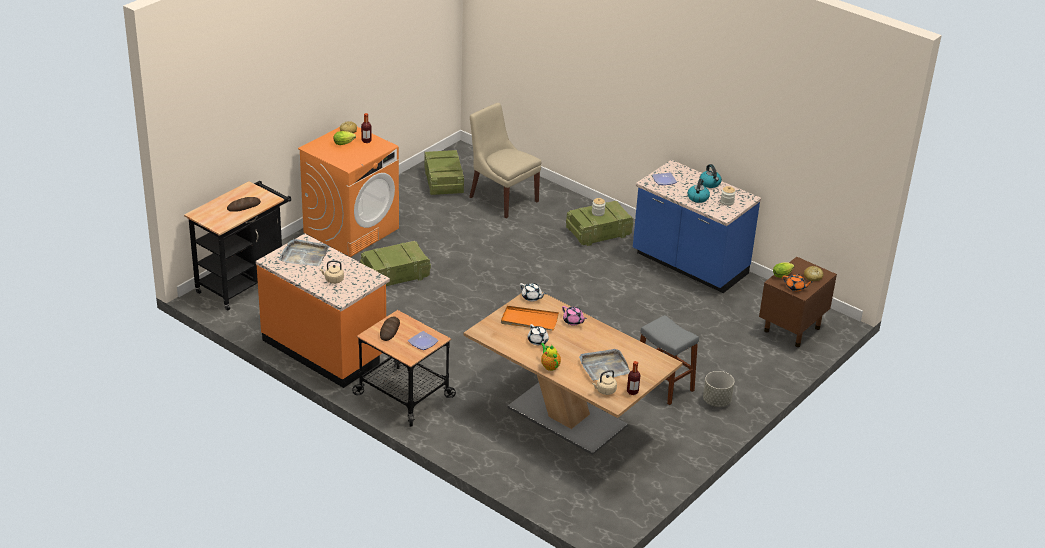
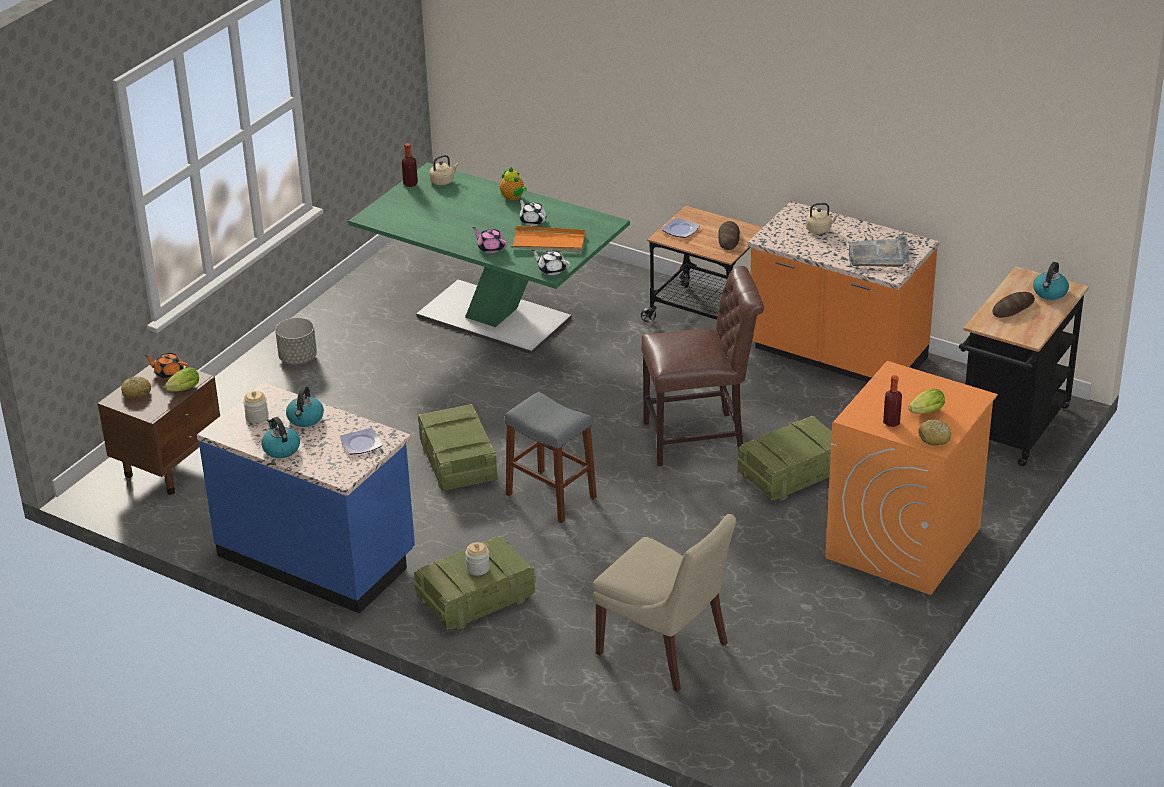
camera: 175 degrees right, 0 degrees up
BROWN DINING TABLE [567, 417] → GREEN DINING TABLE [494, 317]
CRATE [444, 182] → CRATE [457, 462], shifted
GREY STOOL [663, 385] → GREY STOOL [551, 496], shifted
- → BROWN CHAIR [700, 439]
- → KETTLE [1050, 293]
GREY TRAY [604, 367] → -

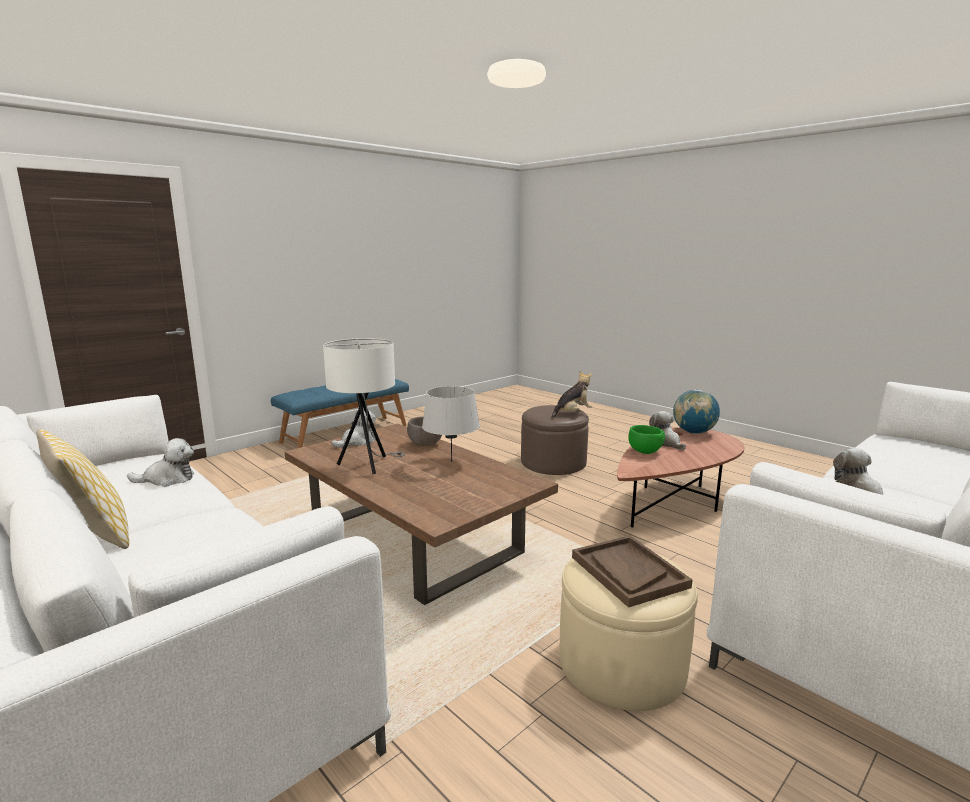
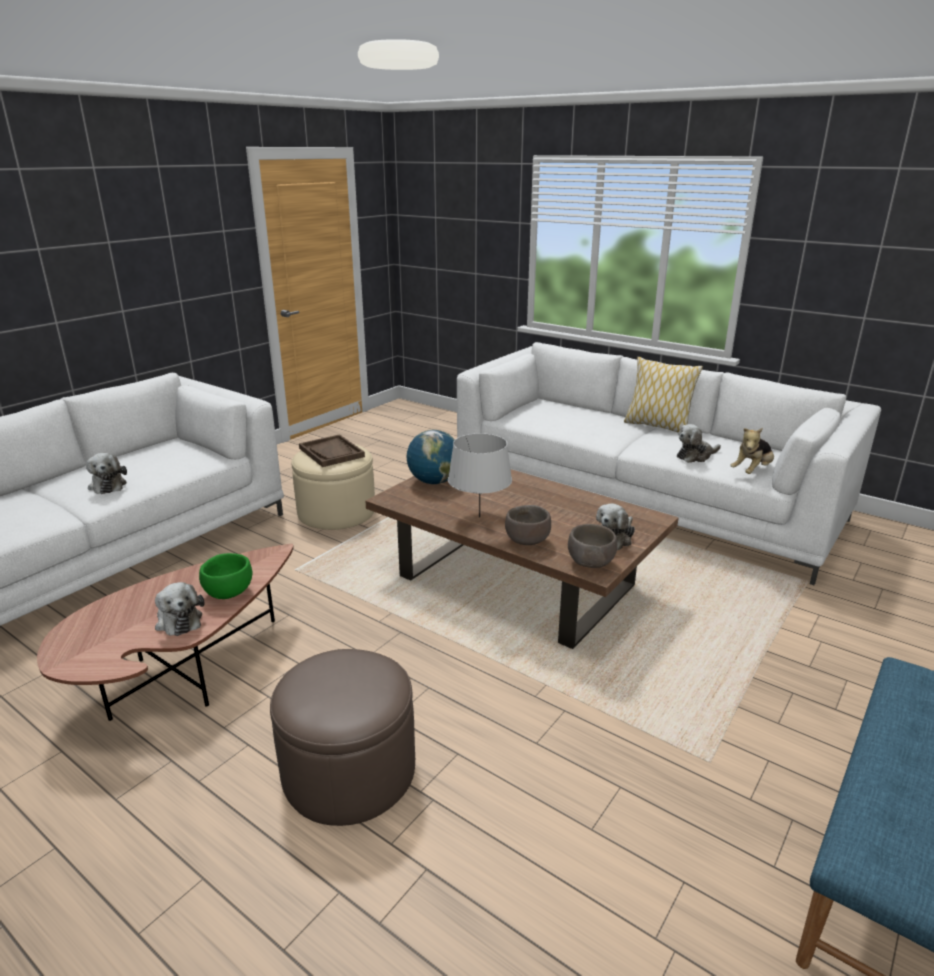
camera: 170 degrees right, 10 degrees up
GLOBE [694, 432] → GLOBE [434, 482], shifted
- → BROWN BOWL [590, 563]
PLUSH TOY [572, 413] → PLUSH TOY [752, 471], shifted
WHITE TABLE LAMP [368, 465] → -

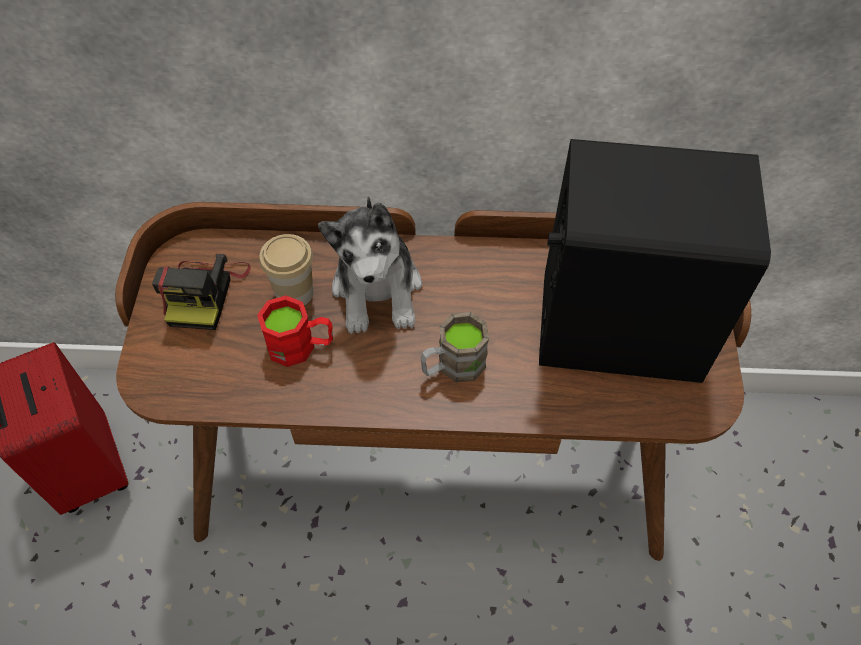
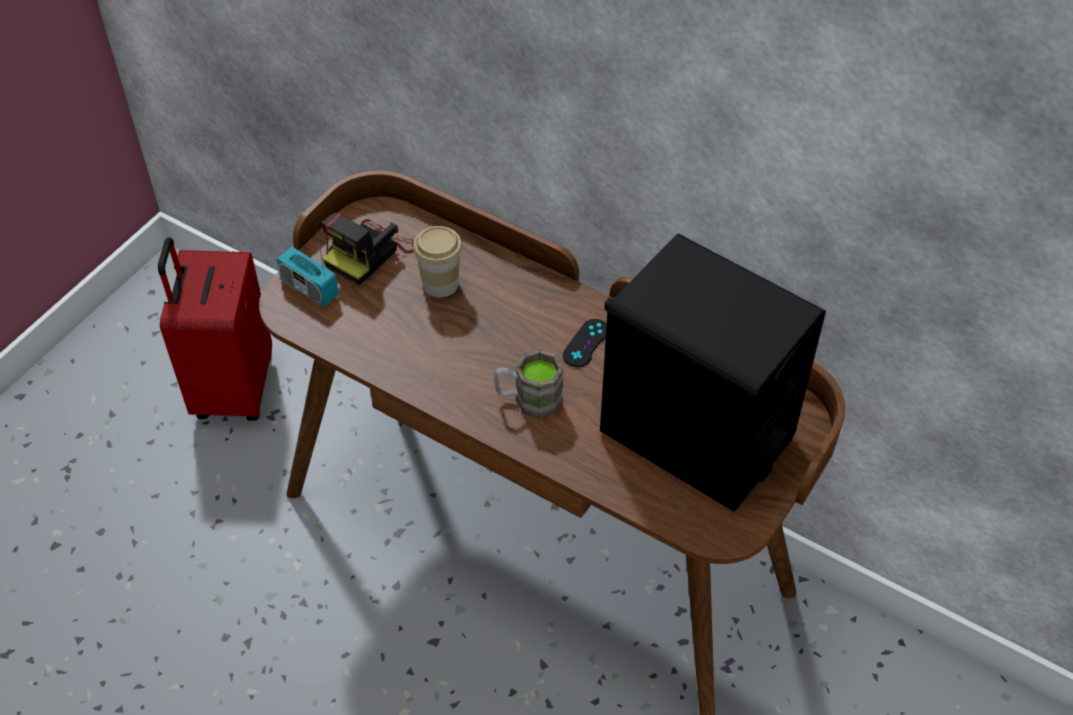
camera: 30 degrees right, 5 degrees down
- → RADIO [309, 288]
- → BLACK GAME CONTROLLER [586, 343]
RED MUG [301, 346] → -
PLUSH TOY [378, 289] → -

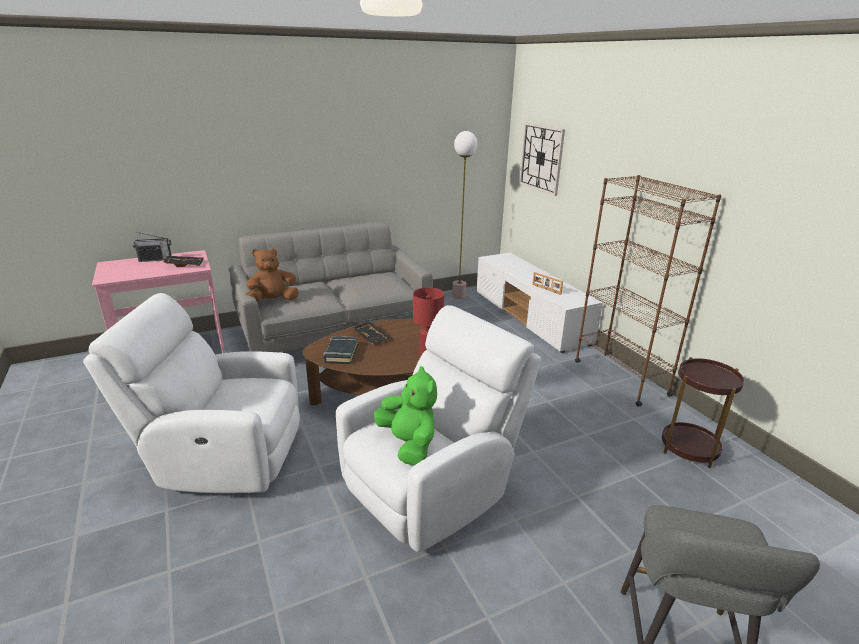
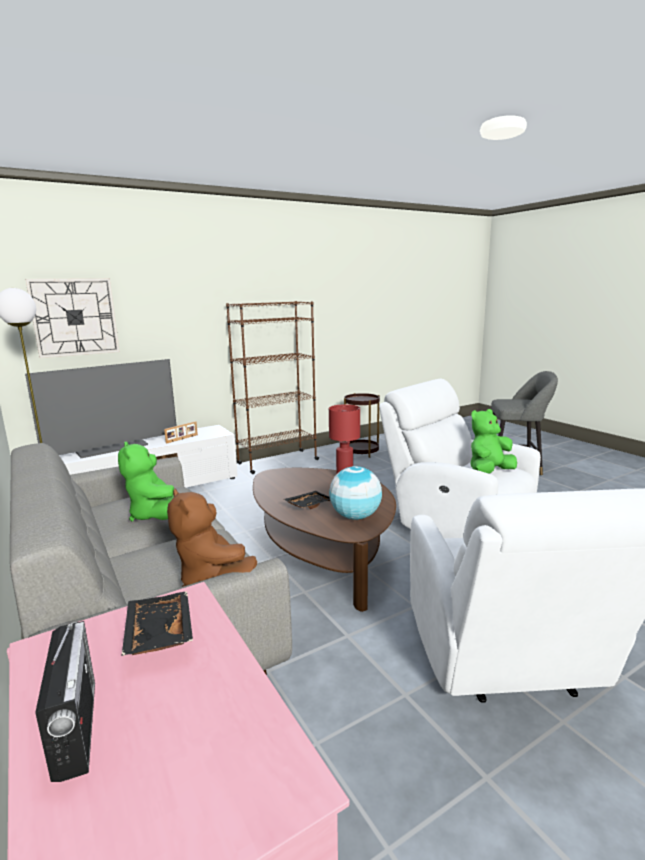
camera: 95 degrees left, 10 degrees down
- → TELEVISION [112, 447]
- → GREEN PLUSH TOY [155, 515]
BLACK BOOK [341, 353] → GLOBE [355, 516]

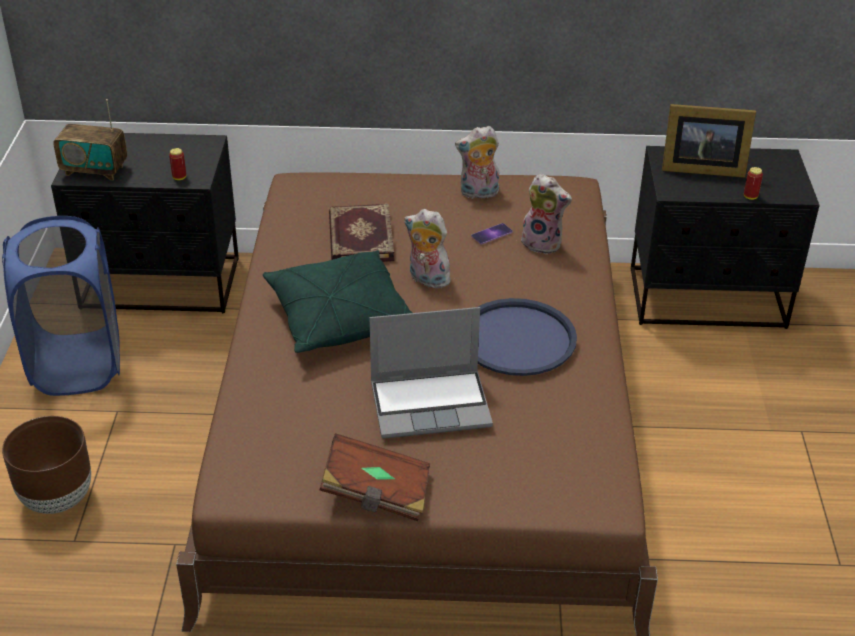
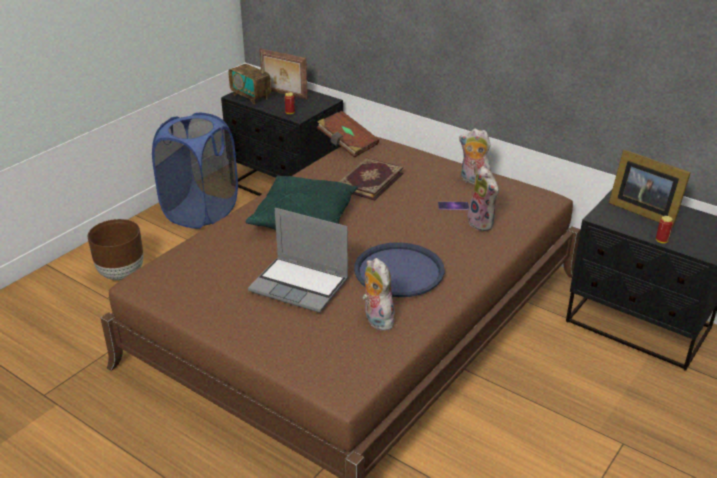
camera: 35 degrees right, 5 degrees down
- → PICTURE FRAME [284, 94]
BROWN BOOK [376, 494] → BROWN BOOK [347, 144], shifted
PLUSH TOY [426, 280] → PLUSH TOY [376, 319], shifted

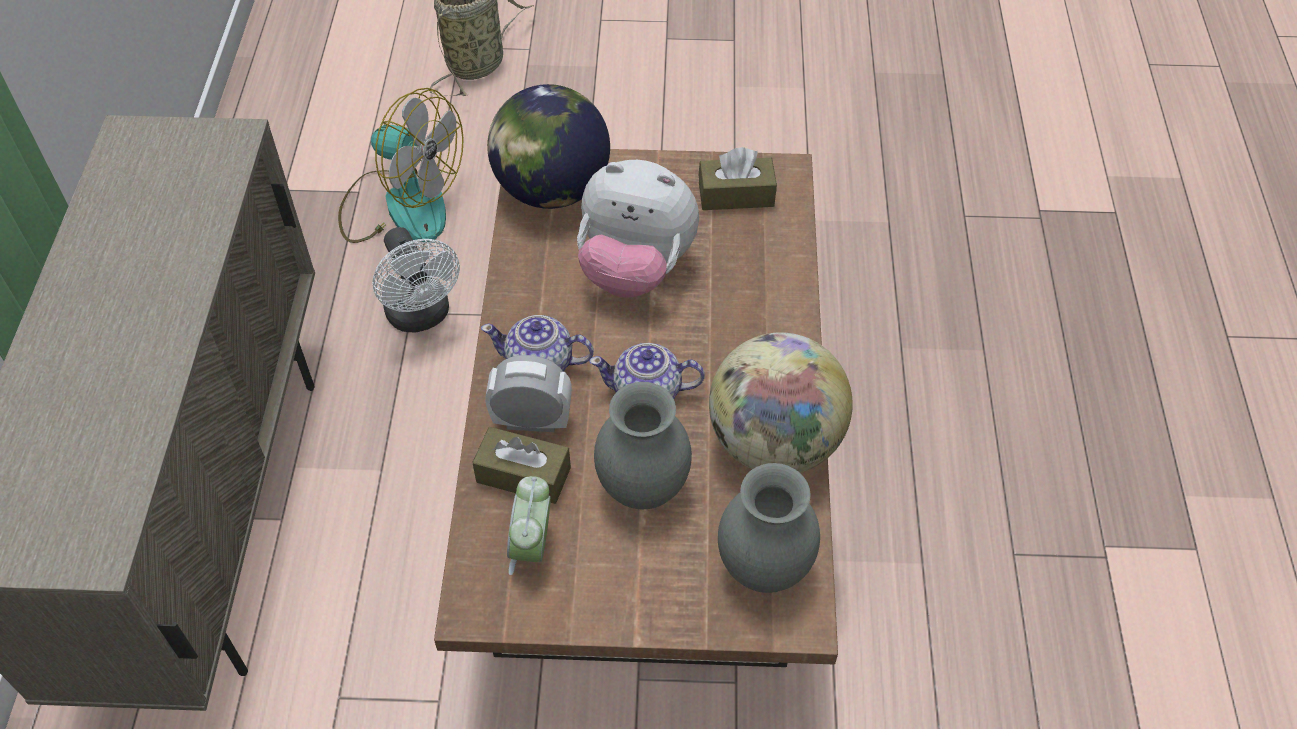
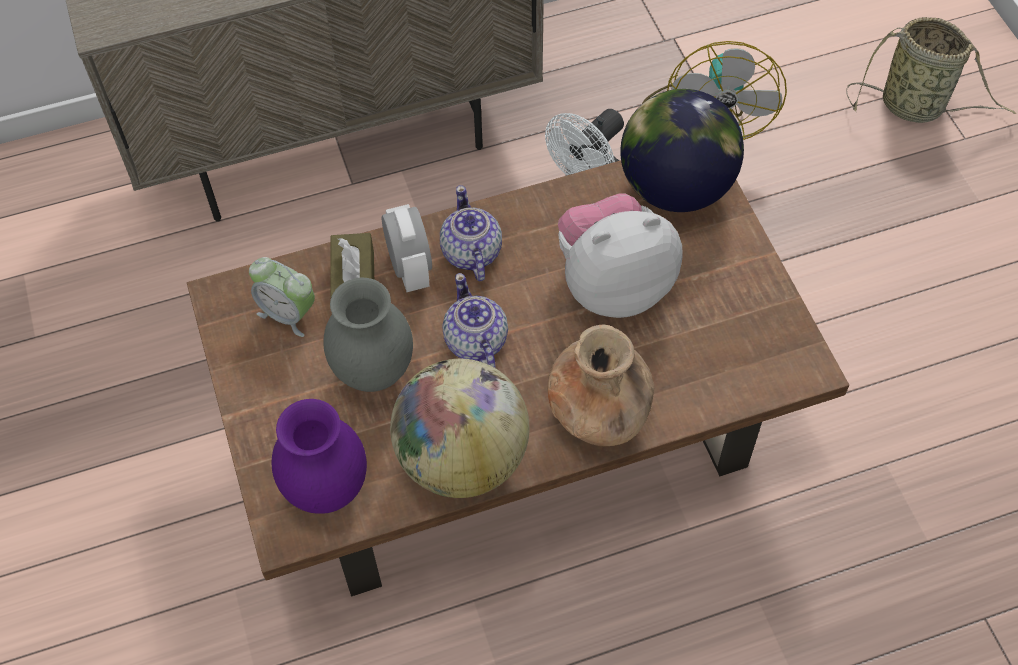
camera: 70 degrees right, 5 degrees up
ALARM CLOCK [532, 547] → ALARM CLOCK [288, 314], 135 degrees counterclockwise
GREY VASE [764, 566] → PURPLE VASE [328, 489]
- → BROWN VASE [599, 414]
PLUSH TOY [635, 269] → PLUSH TOY [613, 284], 75 degrees clockwise
BROWN TISSUE BOX [736, 195] → -

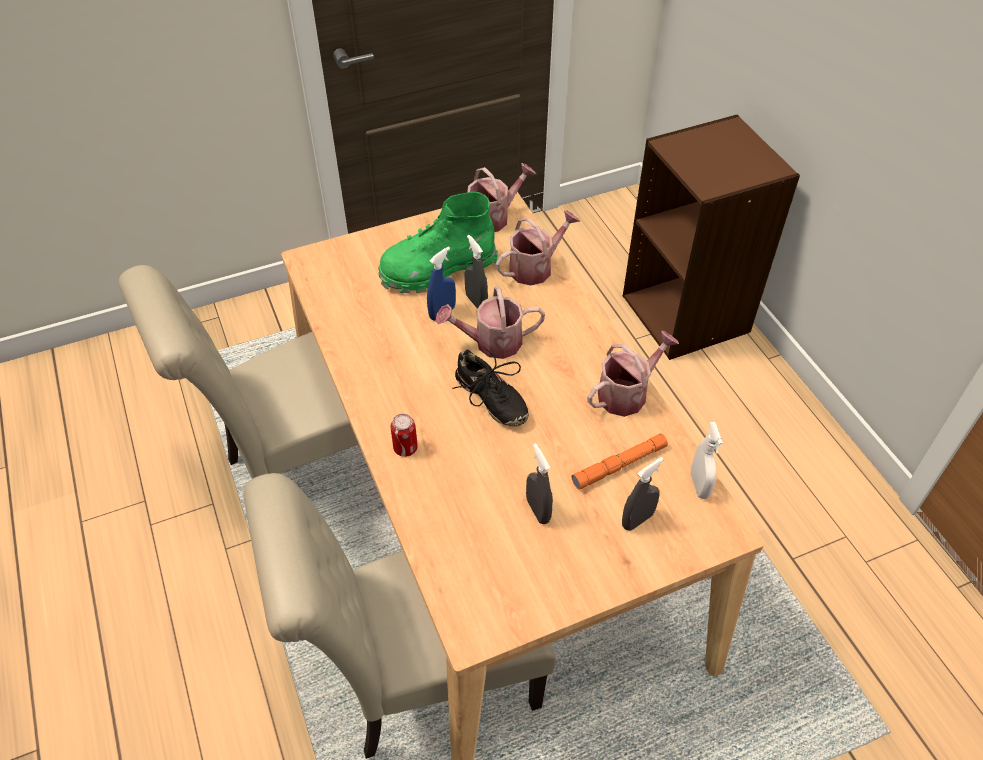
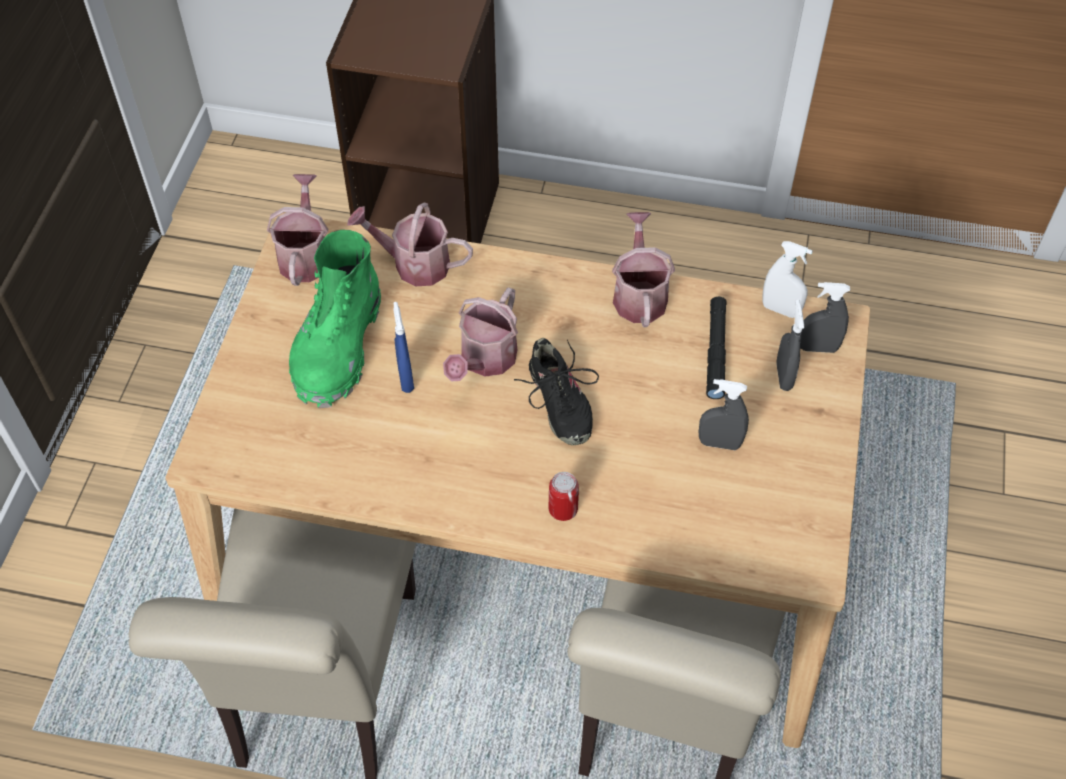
camera: 55 degrees left, 5 degrees up
WATERING CAN [535, 267] → WATERING CAN [414, 264], 75 degrees counterclockwise
BLACK SHOE [491, 399] → BLACK SHOE [558, 404], 75 degrees clockwise
ORANGE FLASHLIGHT [619, 465] → BLACK FLASHLIGHT [716, 352]
GREY SPRAY BOTTLE [476, 302] → GREY SPRAY BOTTLE [818, 348], shifted

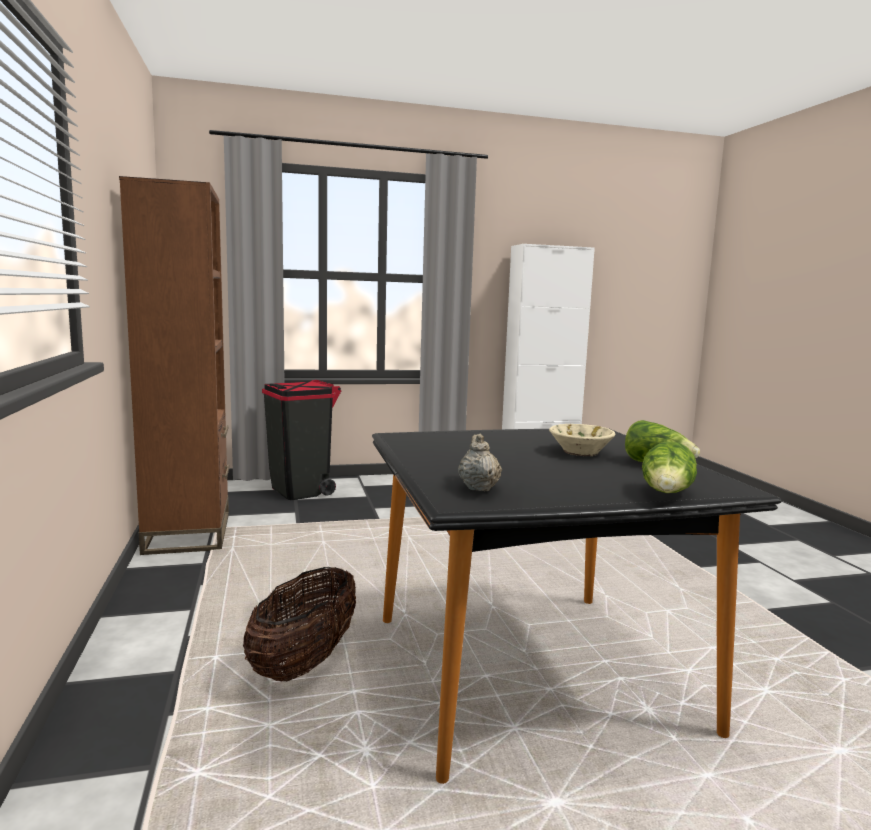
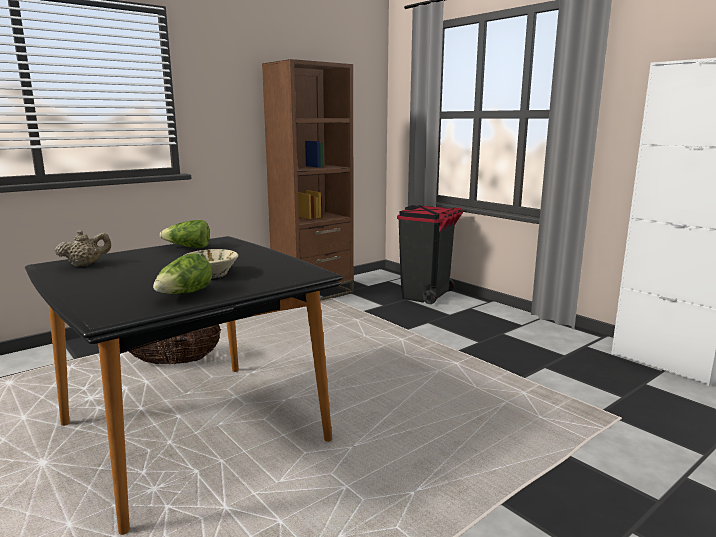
camera: 65 degrees right, 5 degrees up
LETTUCE [667, 494] → LETTUCE [188, 247], shifted

